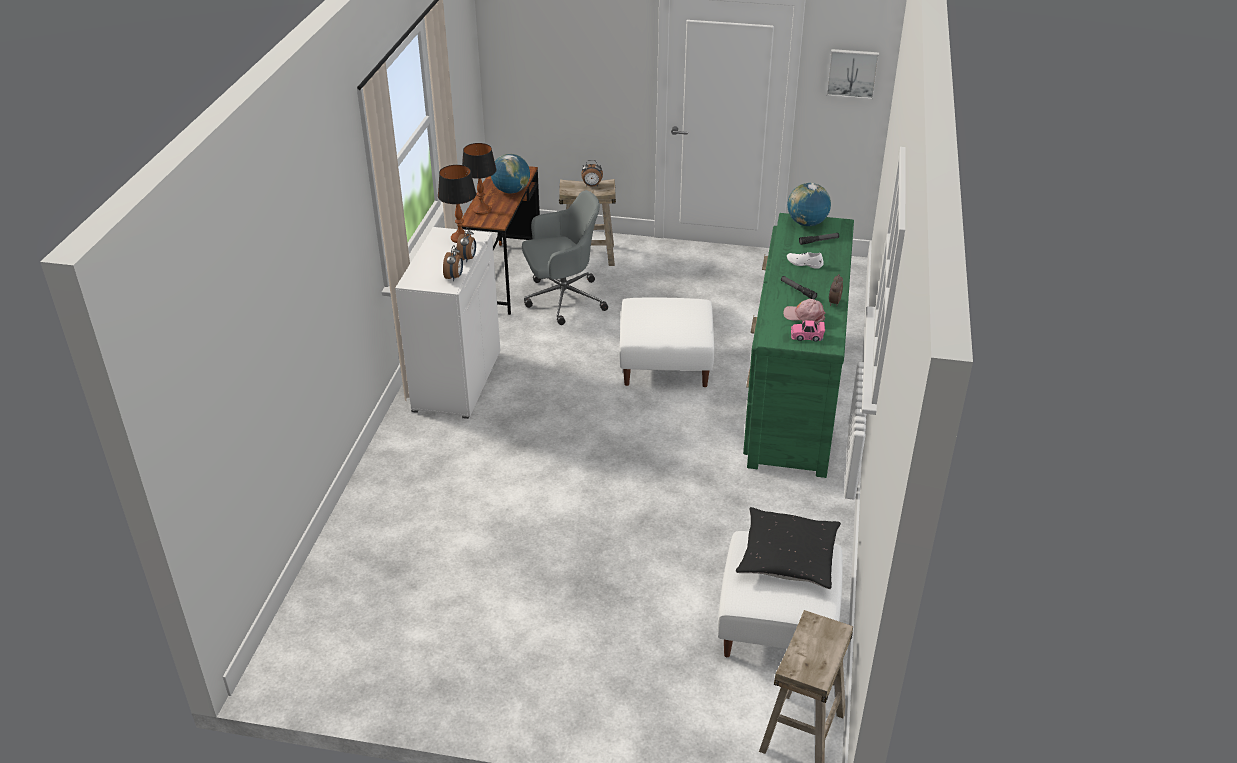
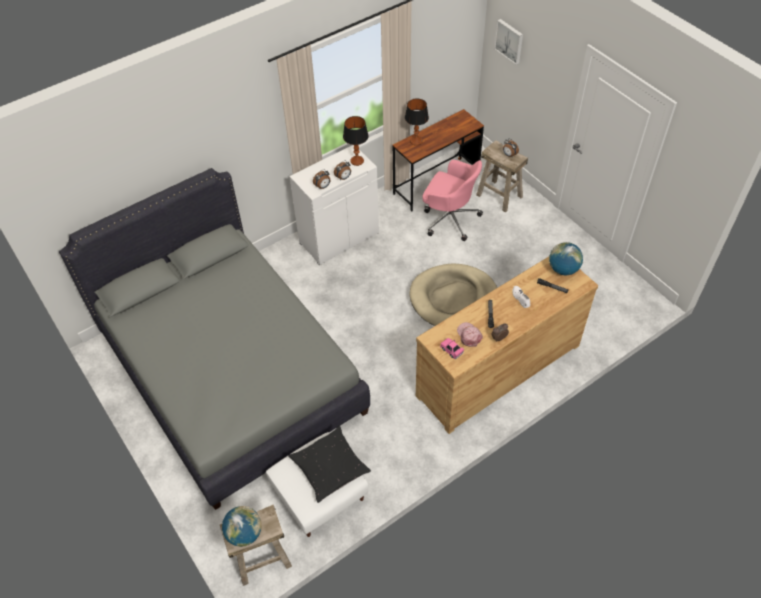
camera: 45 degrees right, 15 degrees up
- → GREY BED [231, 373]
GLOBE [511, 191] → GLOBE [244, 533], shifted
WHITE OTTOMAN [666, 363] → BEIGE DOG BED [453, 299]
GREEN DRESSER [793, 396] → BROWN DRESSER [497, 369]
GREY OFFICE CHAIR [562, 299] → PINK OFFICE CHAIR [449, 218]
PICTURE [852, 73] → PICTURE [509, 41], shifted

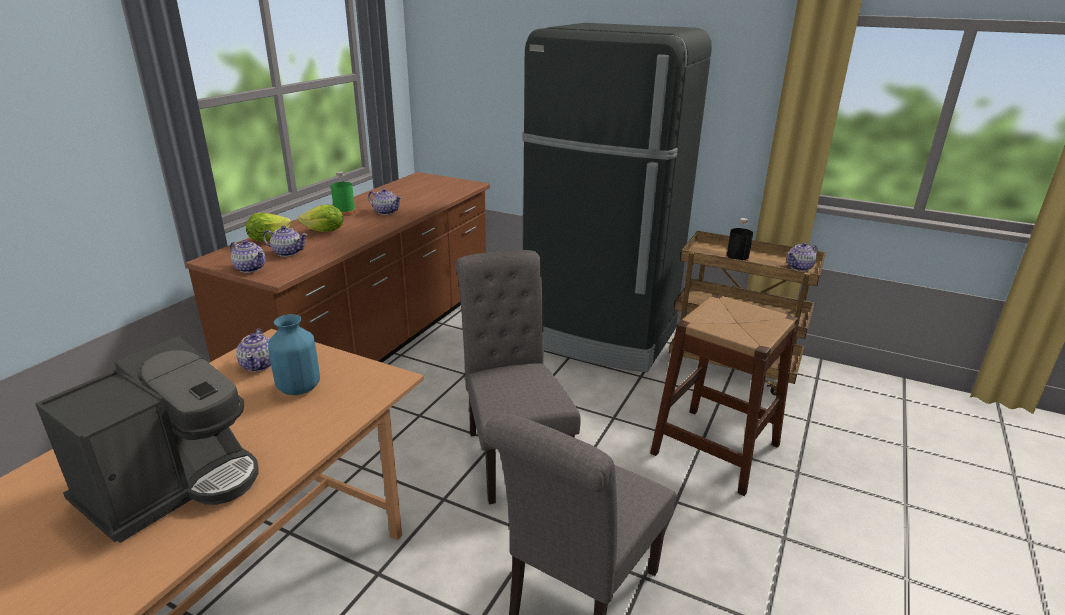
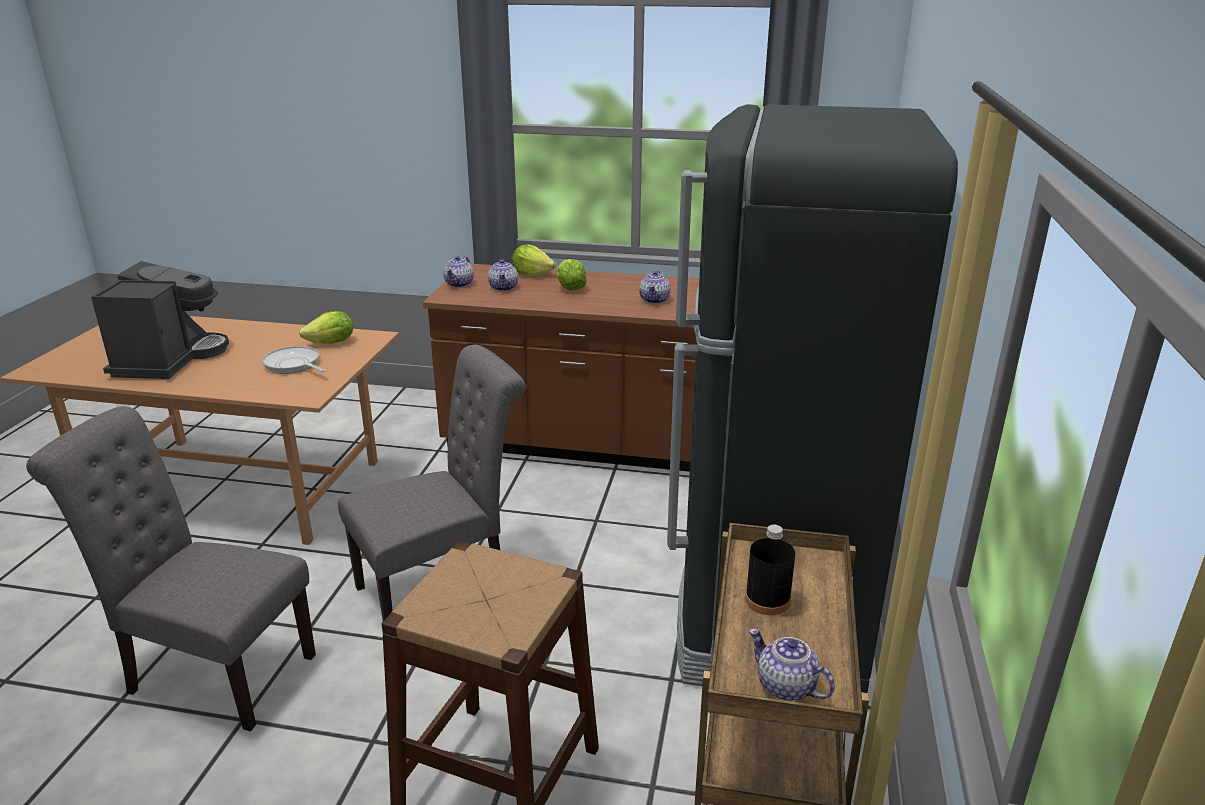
camera: 75 degrees right, 0 degrees up
COFFEE MACHINE [173, 485] → COFFEE MACHINE [169, 359], 105 degrees counterclockwise
BLUE VASE [300, 388] → FRYING PAN [294, 365]
TEAPOT [259, 365] → LETTUCE [331, 343]
GREEN BOTTLE [344, 212] → -

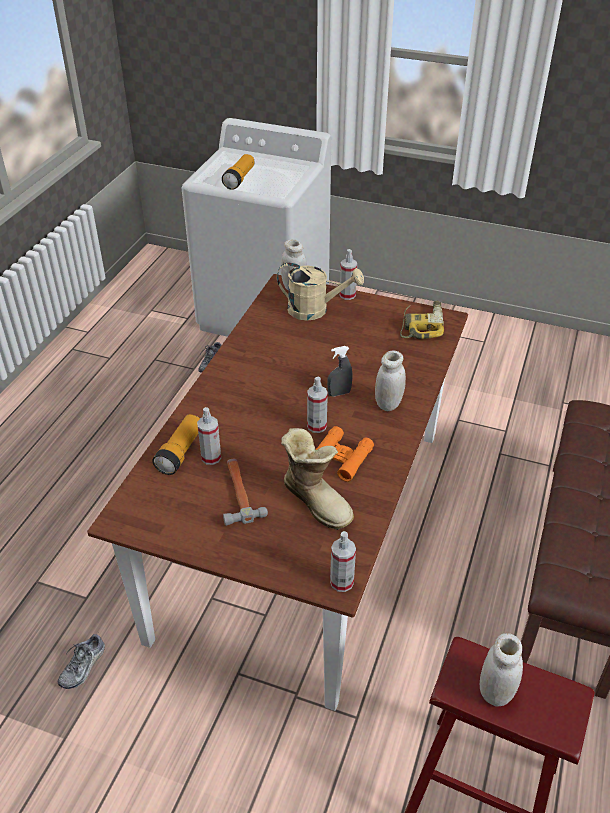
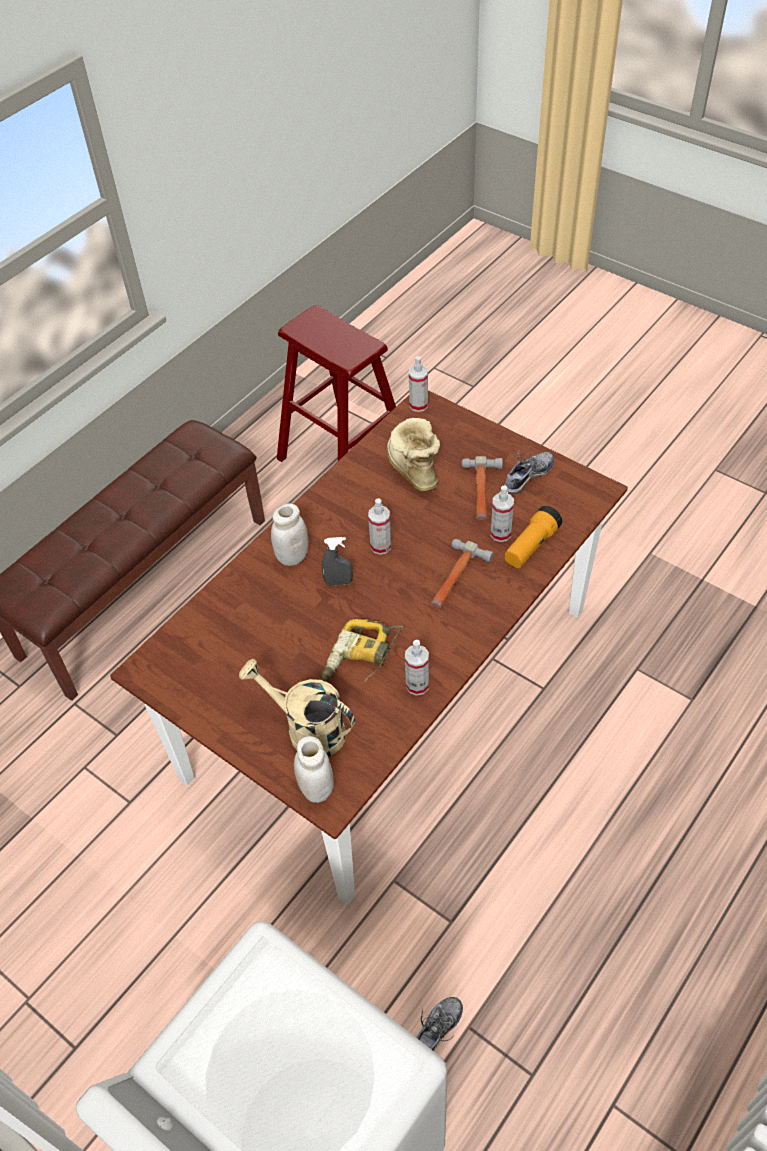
camera: 160 degrees left, 10 degrees up
POWER DRILL [421, 325] → POWER DRILL [361, 658], shifted
SPRAY BOTTLE [347, 295] → SPRAY BOTTLE [417, 685], shifted
- → HAMMER [455, 578]
SHOE [83, 666] → SHOE [528, 476], shifted
FLASHLIGHT [239, 179] → -
ORANGE BINOCULARS [340, 458] → -
WHITE JAR [495, 692] → -

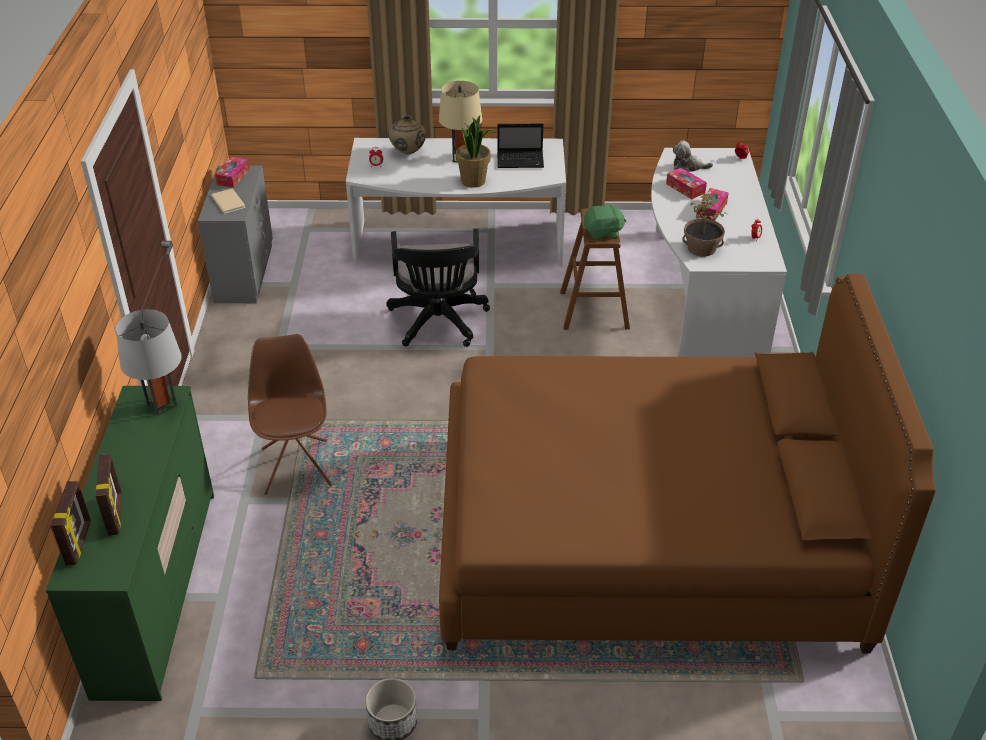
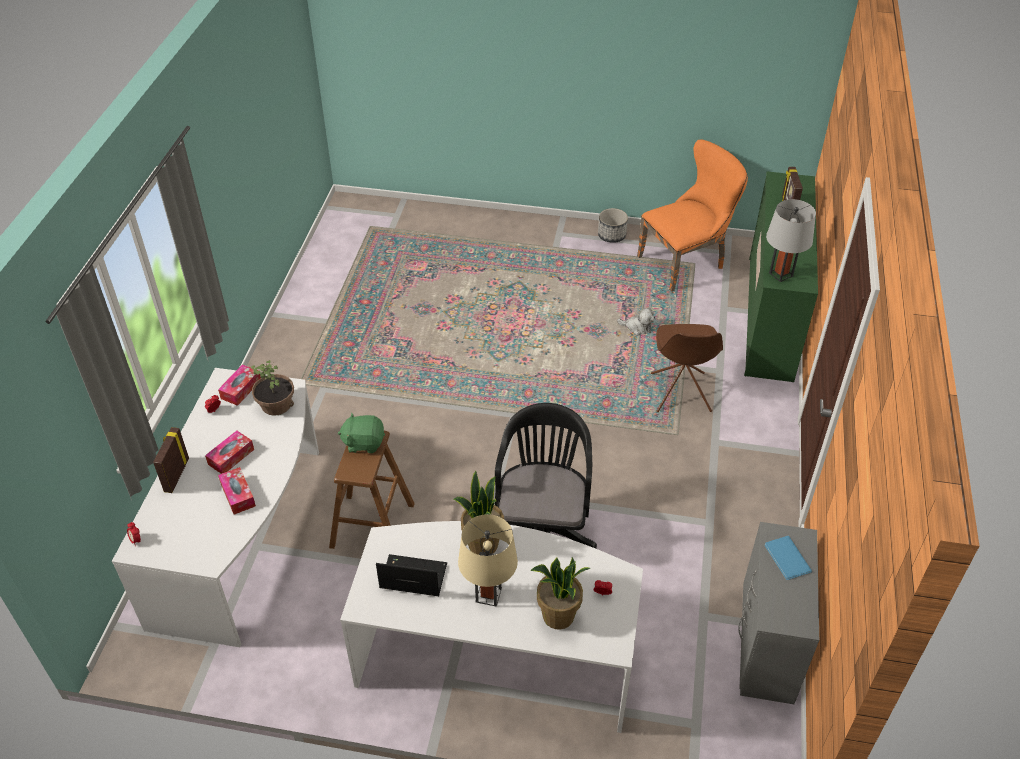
camera: 170 degrees left, 5 degrees up
PICTURE FRAME [79, 543] → PICTURE FRAME [176, 475], shifted
TISSUE BOX [233, 177] → TISSUE BOX [241, 389], shifted
BEIGE VASE [407, 153] → POTTED PLANT [558, 616]
PLUSH TOY [688, 166] → PLUSH TOY [637, 327], shifted
- → ORANGE CHAIR [686, 262]
BEIGE BOOK [229, 201] → BLUE BOOK [787, 559]
BROWN BED [645, 537] → -

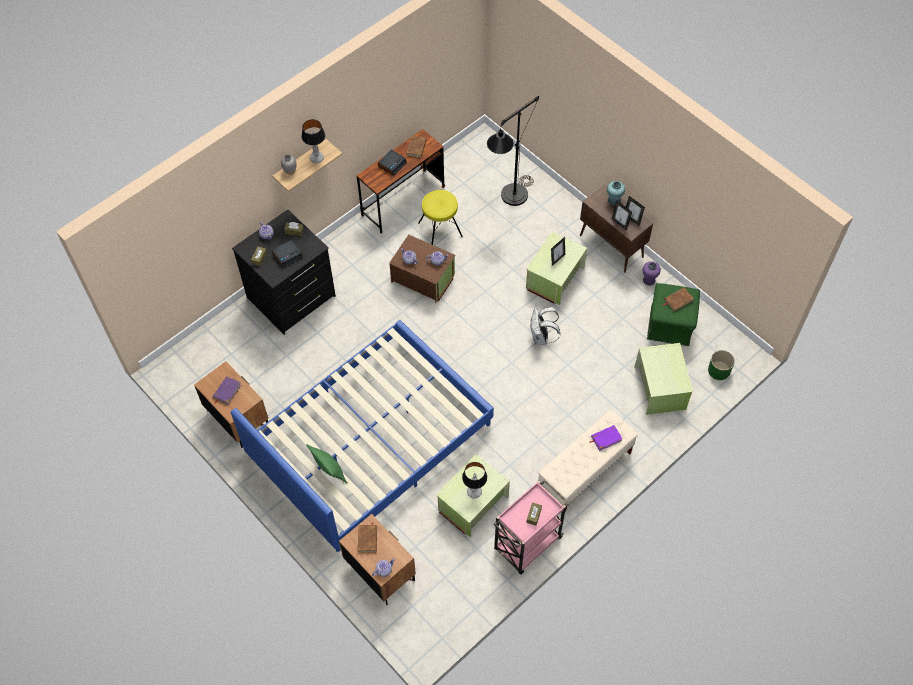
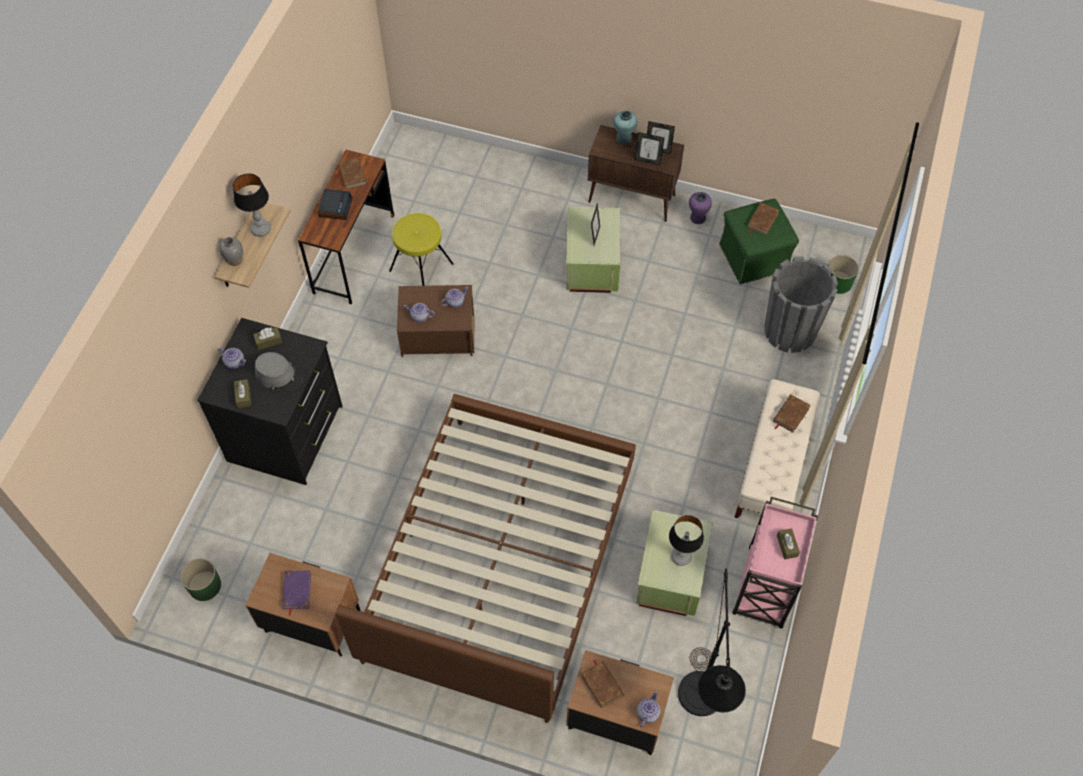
camera: 30 degrees left, 0 degrees up
- → GREEN PLANTER [204, 585]
ALARM CLOCK [287, 255] → GREY HAT [279, 375]
BLUE BED [370, 441] → BROWN BED [499, 562]
BLACK FLOOR LAMP [510, 200] → BLACK FLOOR LAMP [699, 707], shifted
GREEN STORAGE BOX [660, 387] → GREY PLANTER [790, 331]
PURPLE BOOK [606, 438] → BROWN BOOK [790, 415]
GREEN PILLOW [329, 471] → -
WHITE BACKPACK [541, 337] → -

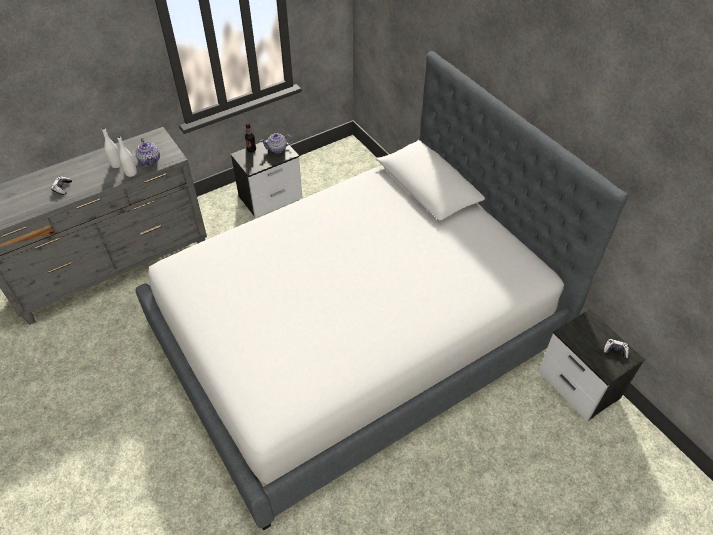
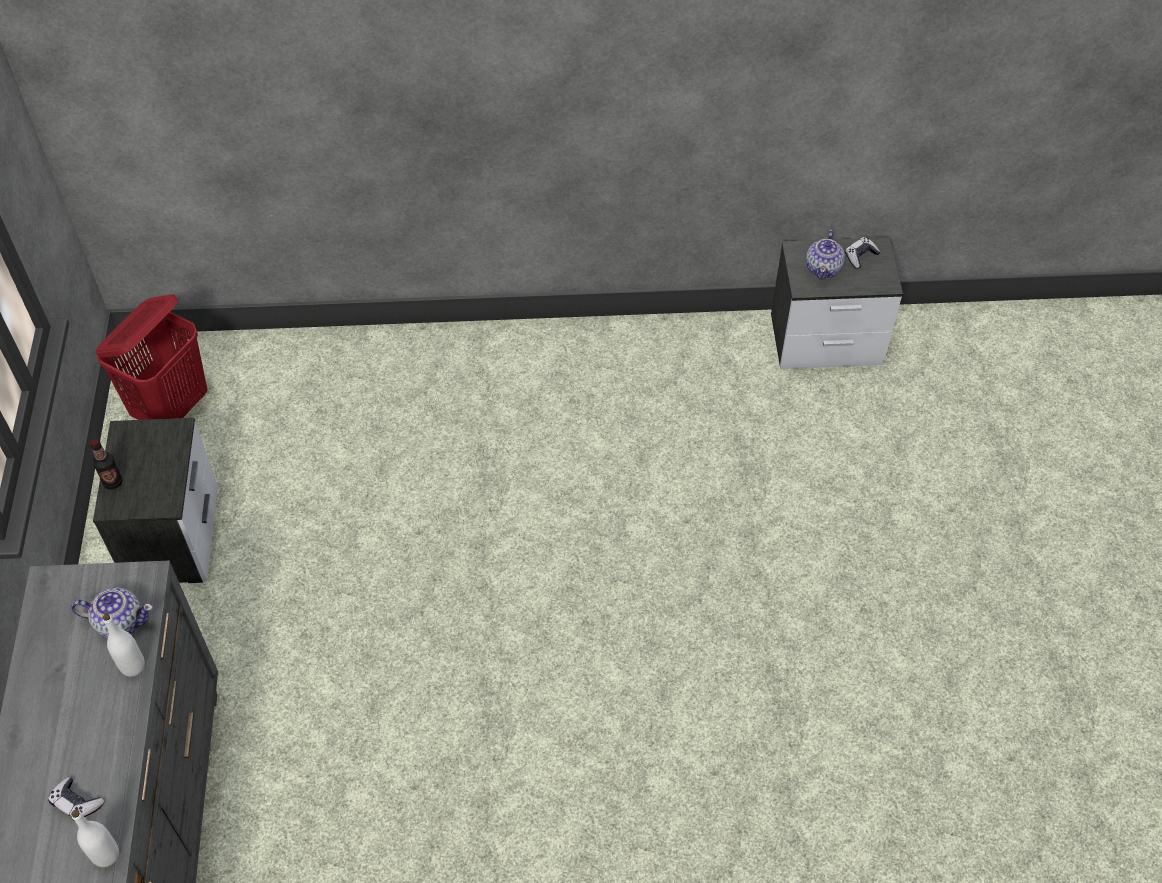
camera: 60 degrees left, 5 degrees up
WHITE BOTTLE [116, 164] → WHITE BOTTLE [106, 855], shifted
- → RED LAUNDRY BASKET [172, 408]
TEAPOT [277, 149] → TEAPOT [824, 268], shifted
BED [356, 337] → -

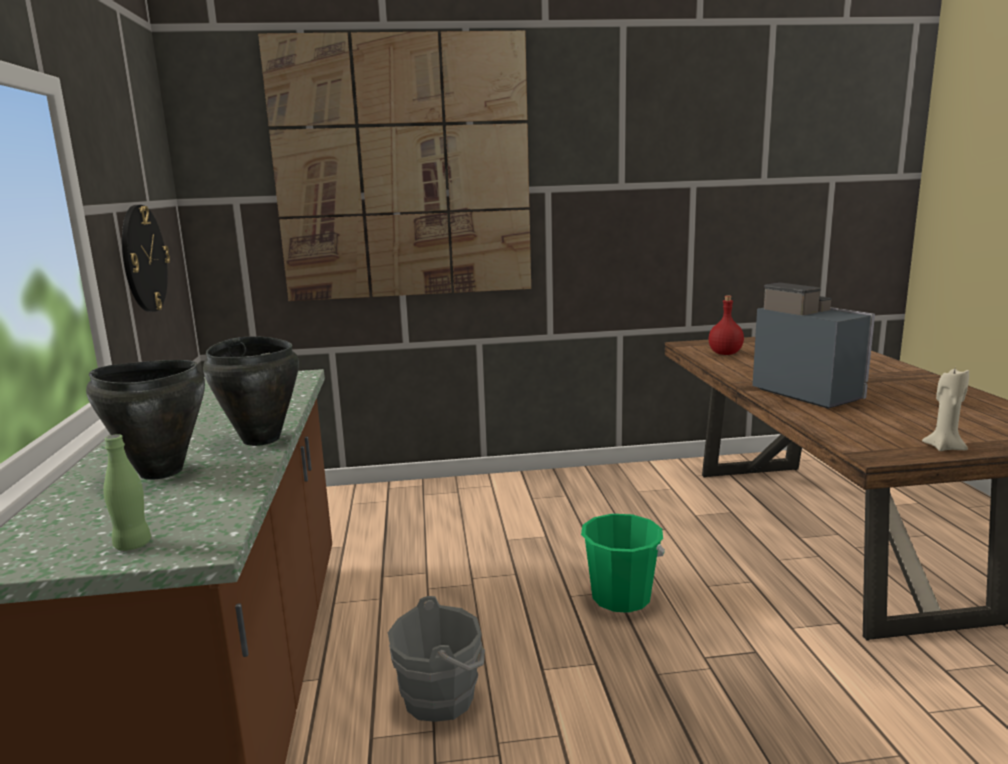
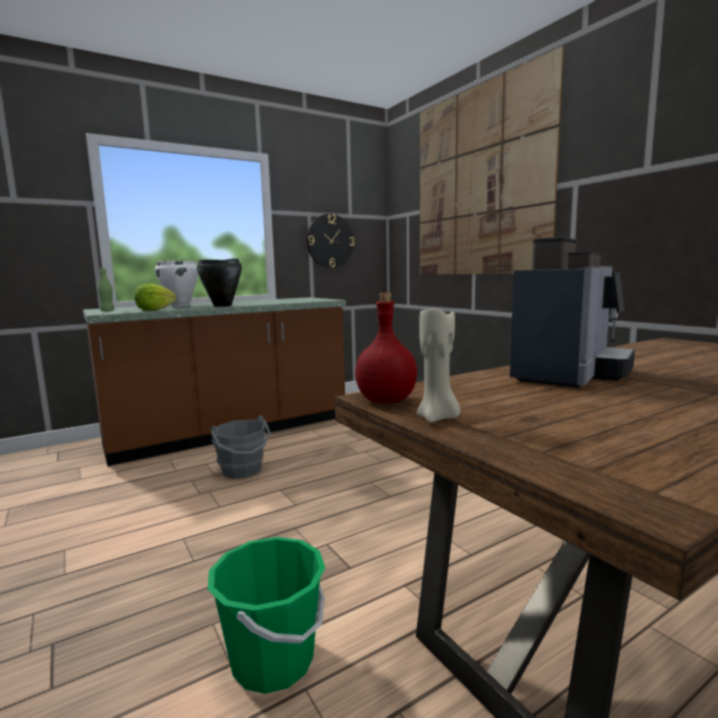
camera: 65 degrees right, 5 degrees down
- → LETTUCE [155, 309]
BLACK COOKING POT [160, 471] → WHITE COOKING POT [180, 306]
GREEN BUCKET [621, 597] → GREEN BUCKET [273, 660], shifted
RED BOTTLE [724, 353] → RED BOTTLE [387, 400], shifted

